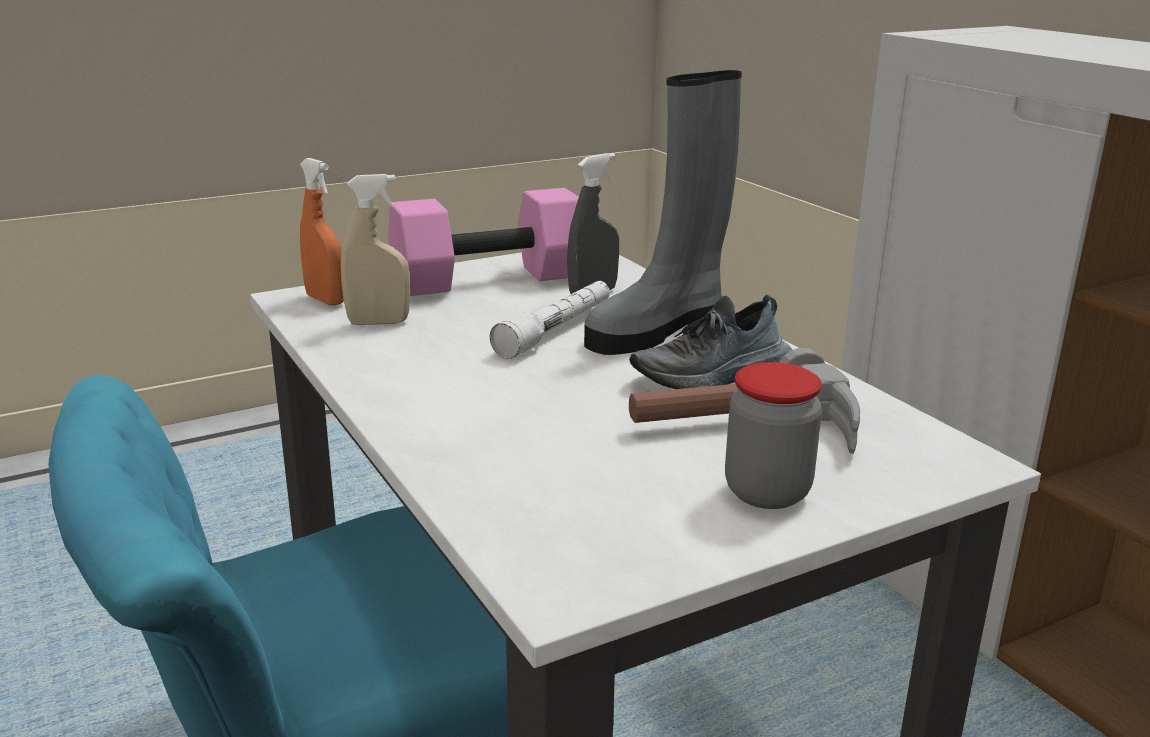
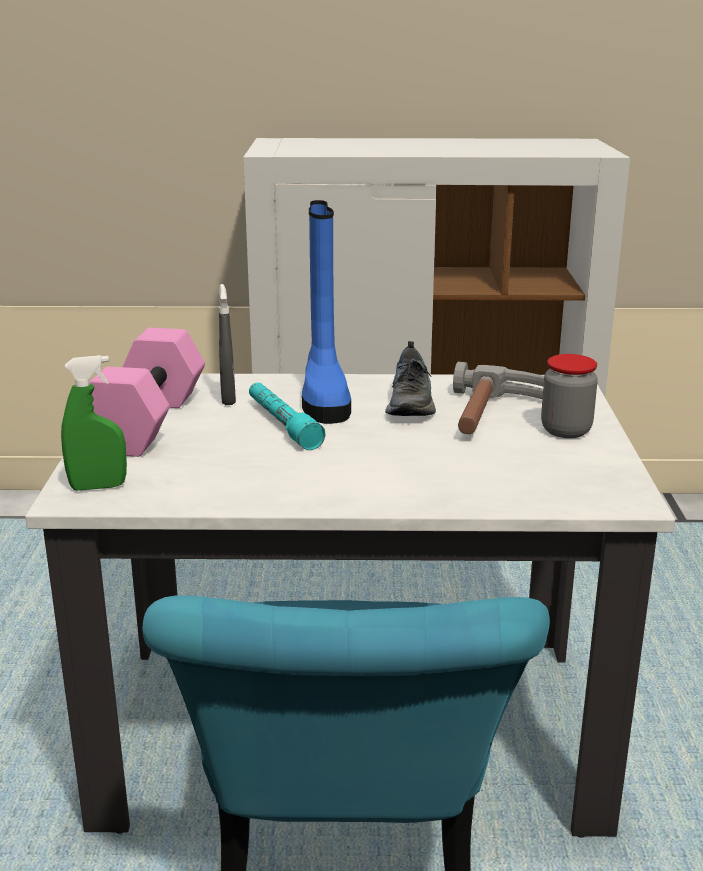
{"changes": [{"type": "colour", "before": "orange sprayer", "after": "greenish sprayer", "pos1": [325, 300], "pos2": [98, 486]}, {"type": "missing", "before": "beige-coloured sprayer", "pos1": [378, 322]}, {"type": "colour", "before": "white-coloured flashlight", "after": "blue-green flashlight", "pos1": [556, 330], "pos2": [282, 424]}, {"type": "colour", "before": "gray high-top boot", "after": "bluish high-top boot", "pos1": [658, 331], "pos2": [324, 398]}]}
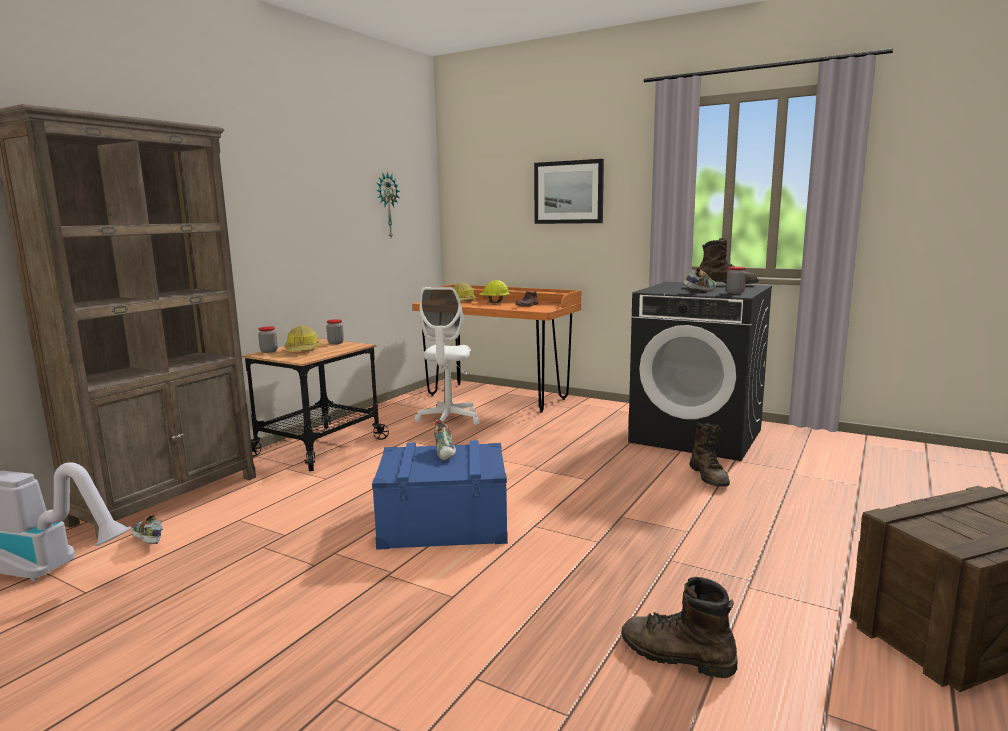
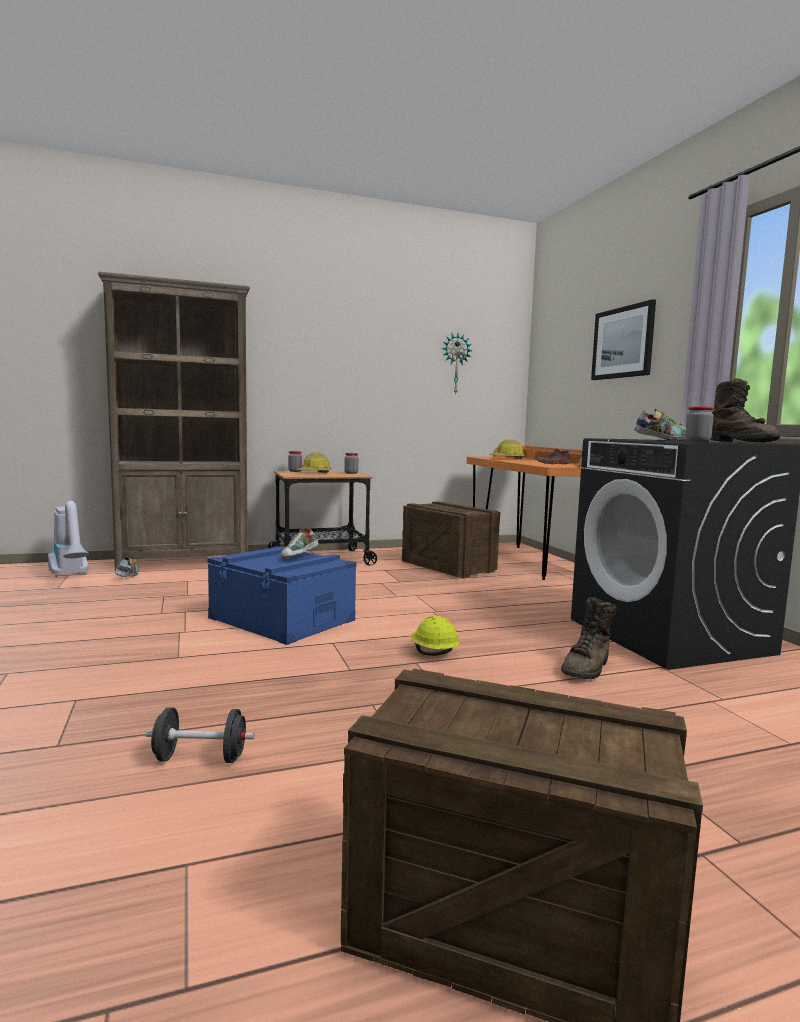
{"changes": [{"type": "exchanged", "before": "white-coloured office chair", "after": "shipping crate", "pos1": [449, 420], "pos2": [448, 566]}, {"type": "relocated", "before": "yellow work helmet", "pos1": [494, 302], "pos2": [434, 653]}, {"type": "exchanged", "before": "brown-coloured high-top boot", "after": "black free weight", "pos1": [676, 656], "pos2": [200, 758]}]}
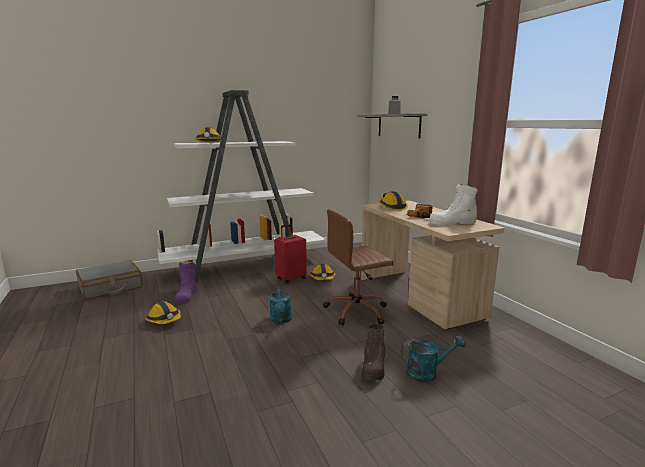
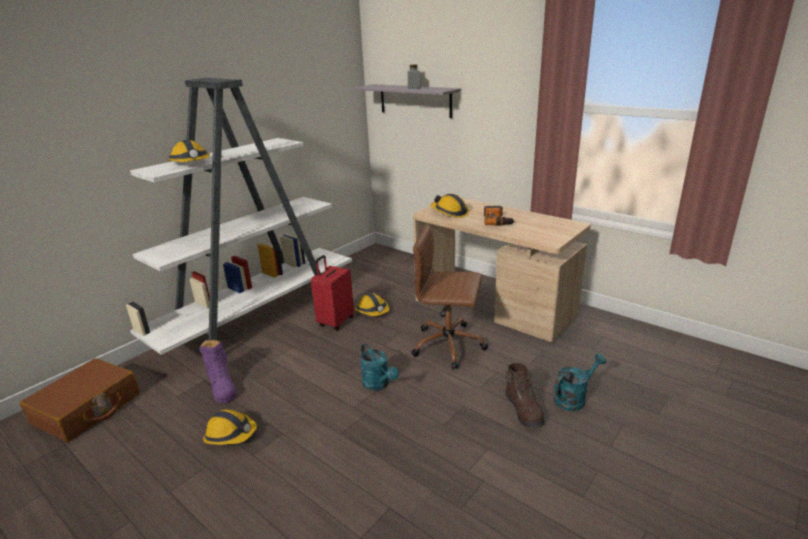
{"changes": [{"type": "colour", "before": "gray travel case", "after": "brown-coloured travel case", "pos1": [110, 287], "pos2": [87, 409]}, {"type": "spun", "before": "brown-coloured office chair", "pos1": [357, 311], "pos2": [449, 345], "turn": 60}, {"type": "missing", "before": "white-coloured high-top boot", "pos1": [453, 222]}]}
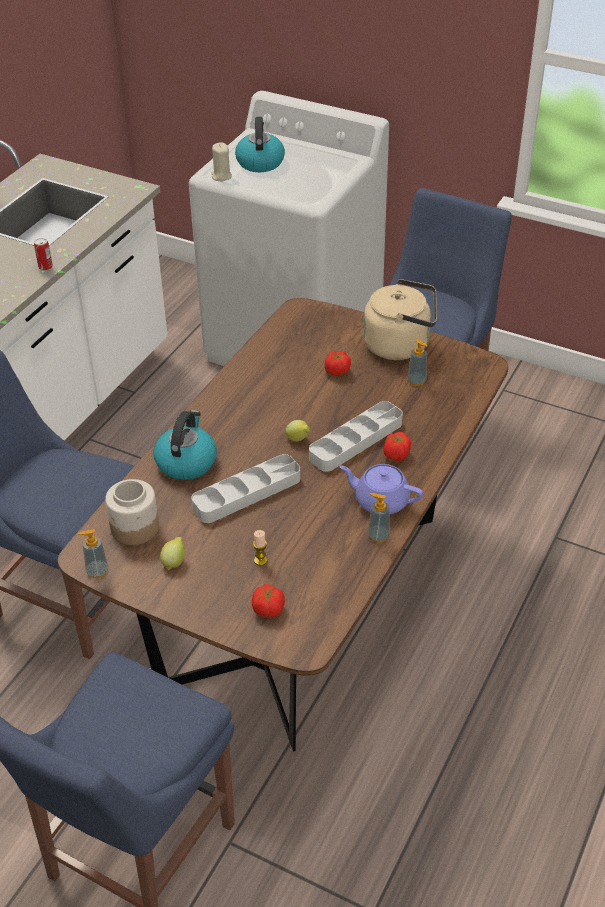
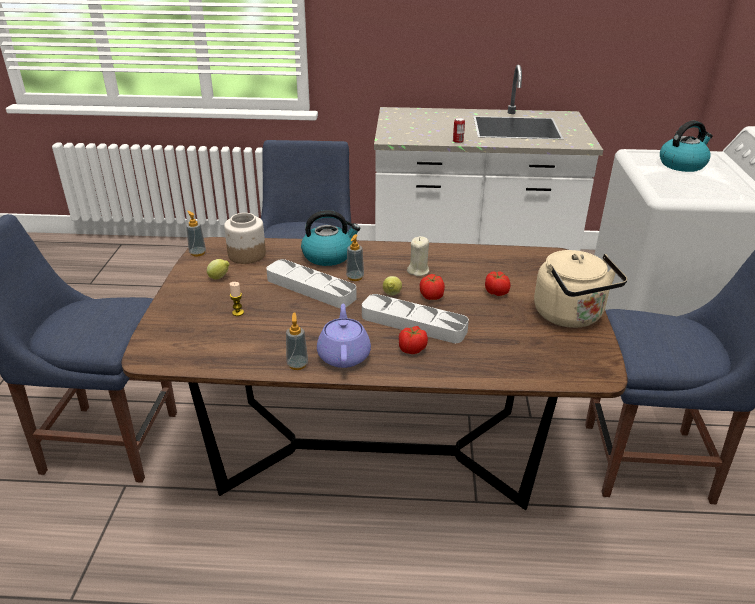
{"changes": [{"type": "relocated", "before": "beige-coloured candle", "pos1": [221, 176], "pos2": [418, 271]}, {"type": "relocated", "before": "tomato", "pos1": [269, 610], "pos2": [431, 296]}, {"type": "relocated", "before": "liquid soap bottle", "pos1": [416, 381], "pos2": [355, 277]}]}
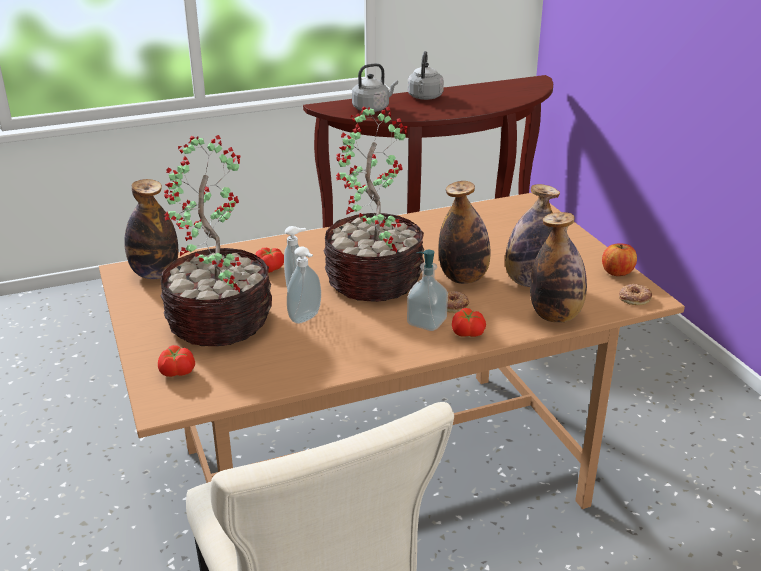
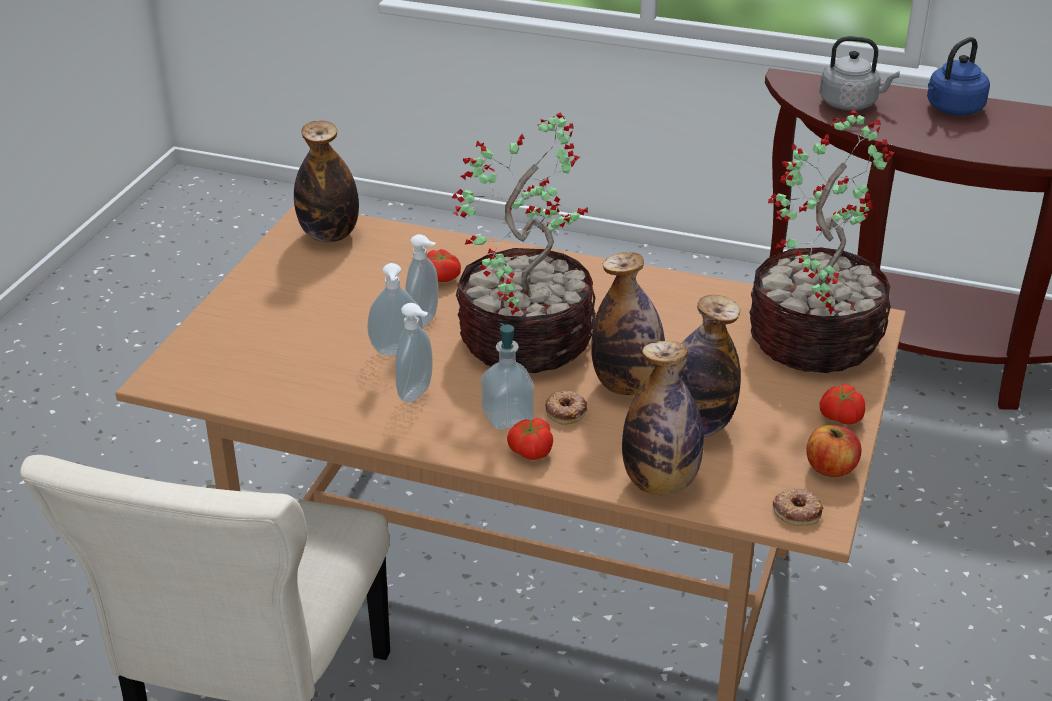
{"changes": [{"type": "relocated", "before": "tomato", "pos1": [176, 372], "pos2": [840, 417]}, {"type": "relocated", "before": "houseplant", "pos1": [219, 319], "pos2": [815, 338]}, {"type": "colour", "before": "gray tea kettle", "after": "bluish tea kettle", "pos1": [424, 97], "pos2": [952, 109]}, {"type": "appeared", "after": "liquid soap bottle", "pos2": [417, 394]}]}
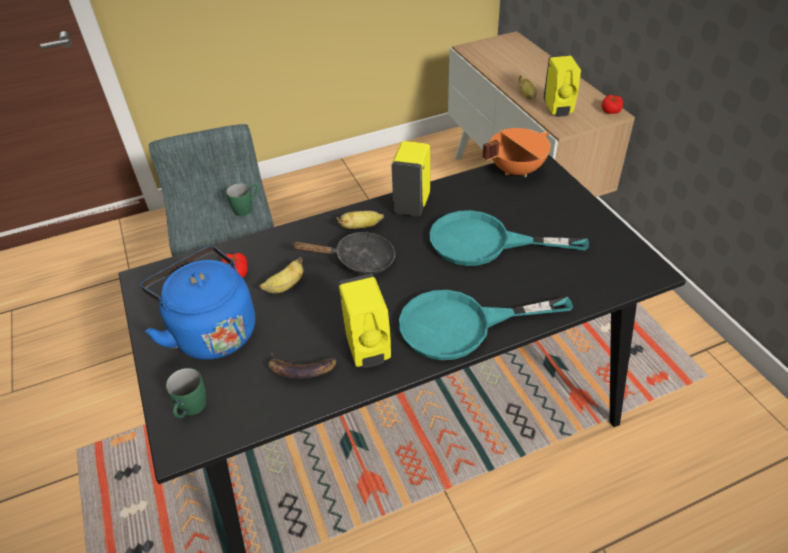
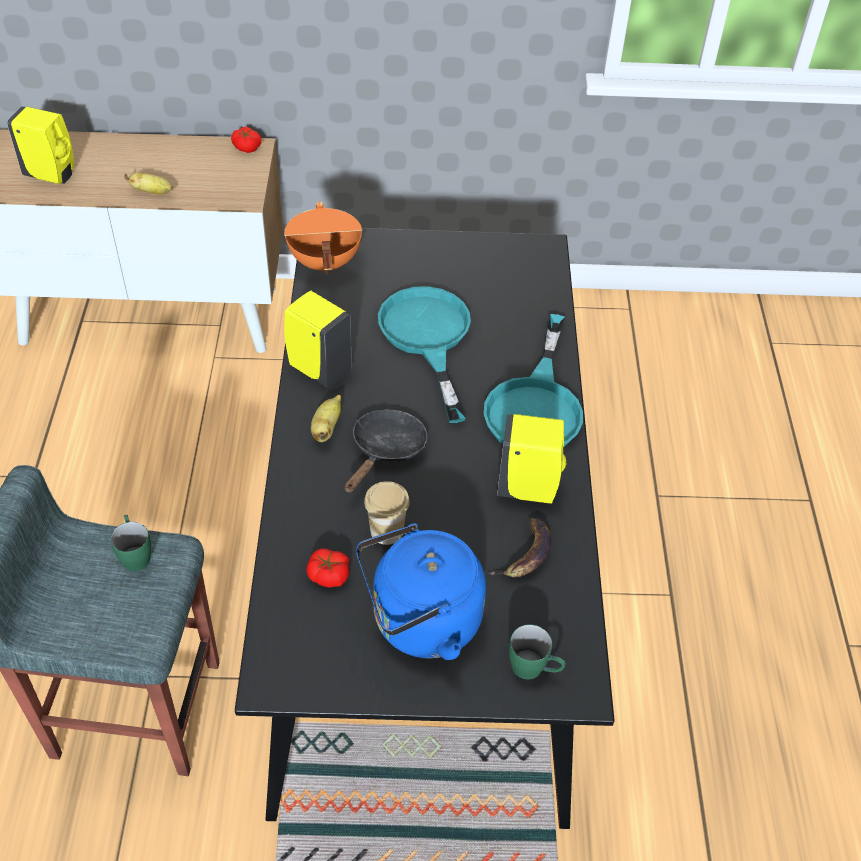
{"changes": [{"type": "exchanged", "before": "banana", "after": "cup", "pos1": [285, 286], "pos2": [386, 531]}, {"type": "spun", "before": "blue-green pan", "pos1": [484, 243], "pos2": [427, 338], "turn": 135}, {"type": "relocated", "before": "yellow liquid soap bottle", "pos1": [558, 109], "pos2": [52, 175]}]}
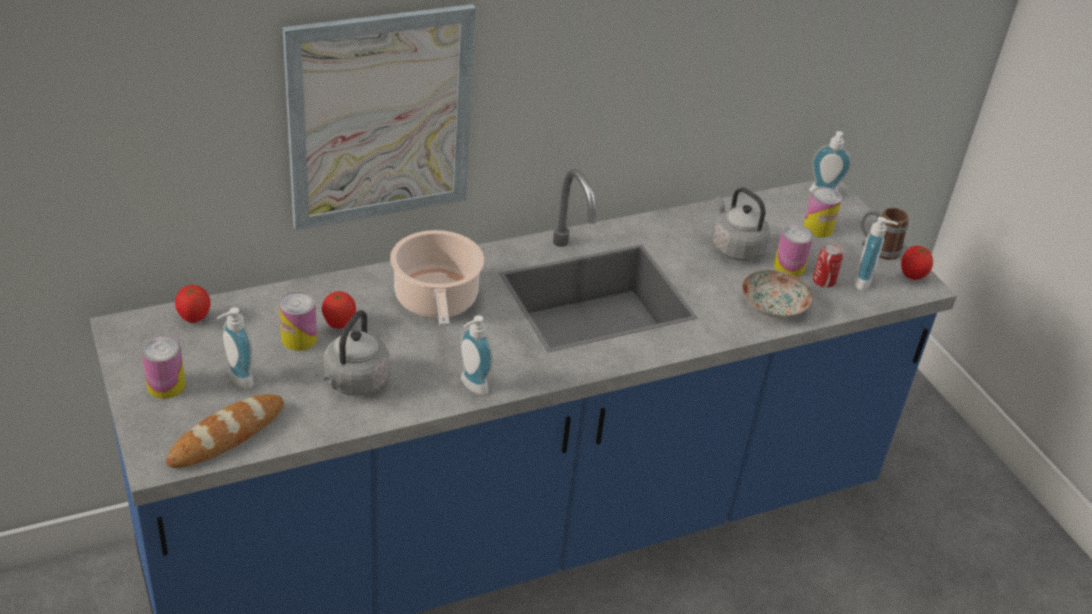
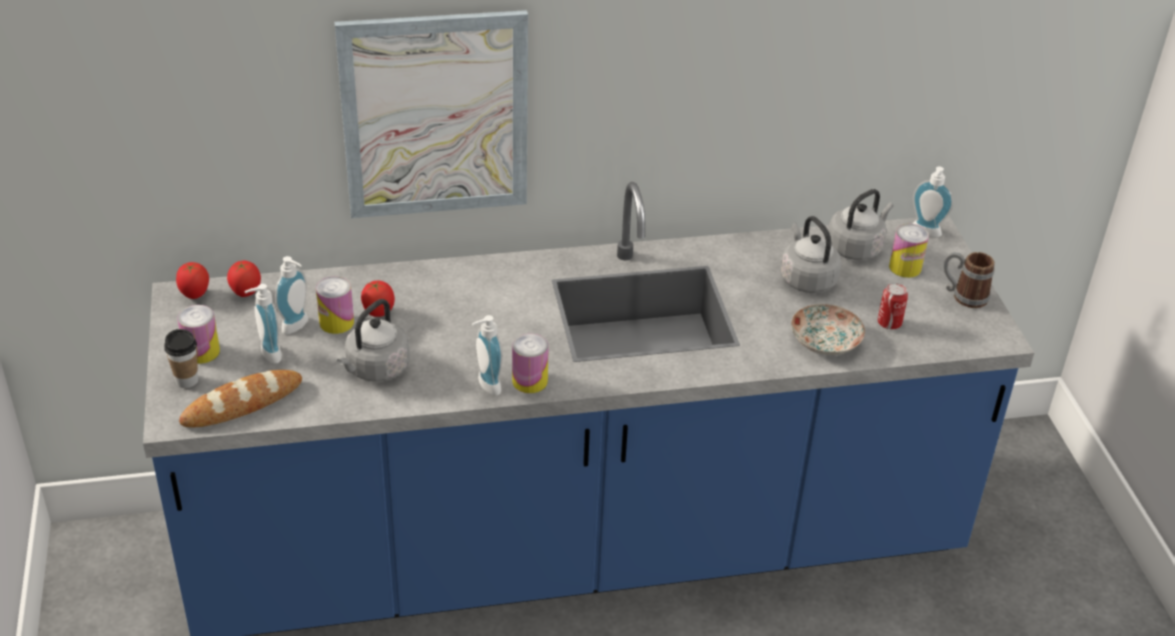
{"changes": [{"type": "missing", "before": "saucepot", "pos1": [436, 301]}, {"type": "relocated", "before": "sealed can", "pos1": [789, 267], "pos2": [530, 381]}, {"type": "relocated", "before": "liquid soap bottle", "pos1": [866, 282], "pos2": [298, 326]}, {"type": "relocated", "before": "tomato", "pos1": [912, 276], "pos2": [194, 295]}, {"type": "appeared", "after": "cup", "pos2": [187, 380]}, {"type": "appeared", "after": "gray tea kettle", "pos2": [856, 247]}]}
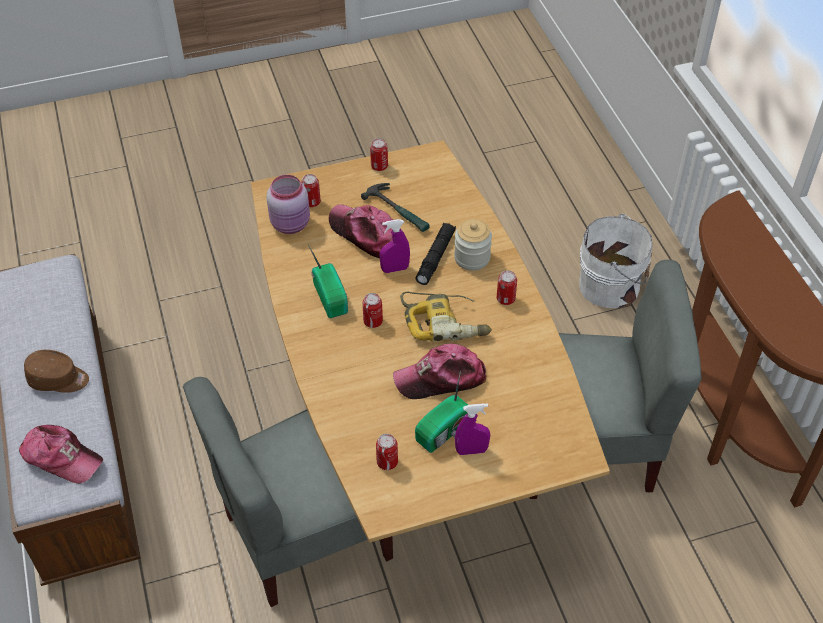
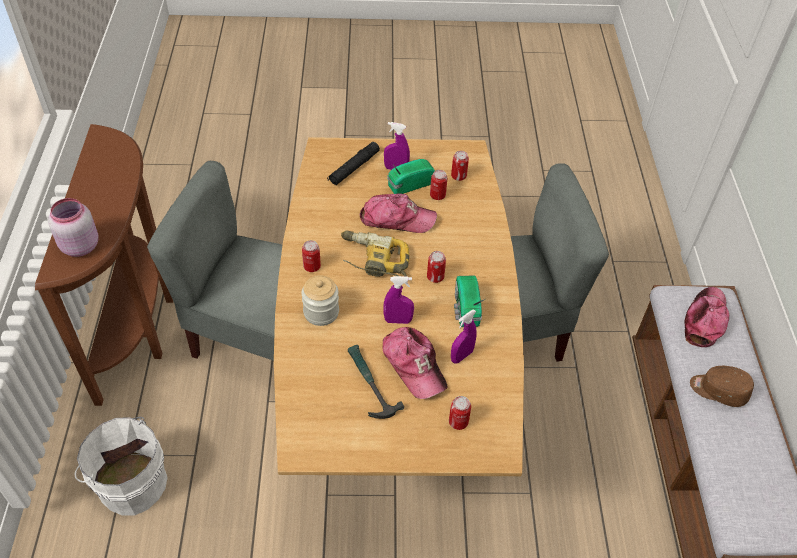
{"changes": [{"type": "spun", "before": "peaked cap", "pos1": [61, 458], "pos2": [704, 320], "turn": 75}, {"type": "relocated", "before": "pink jar", "pos1": [291, 224], "pos2": [79, 246]}, {"type": "relocated", "before": "sealed can", "pos1": [379, 166], "pos2": [437, 195]}, {"type": "relocated", "before": "black flashlight", "pos1": [435, 257], "pos2": [354, 168]}, {"type": "appeared", "after": "purple-coloured sprayer", "pos2": [461, 356]}]}
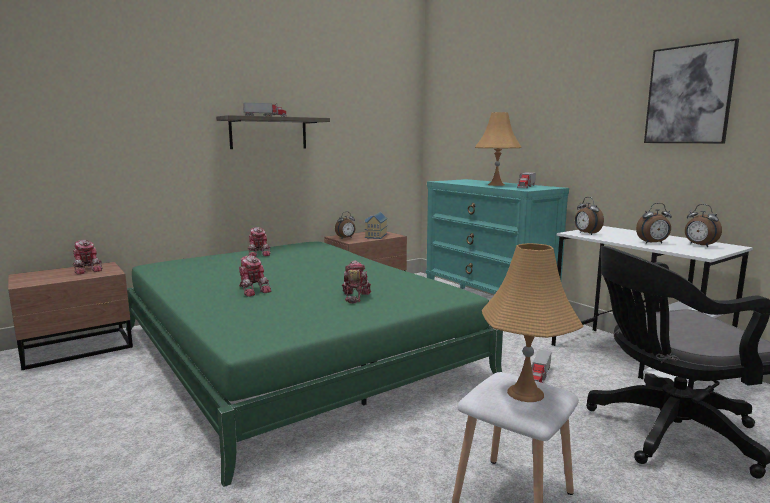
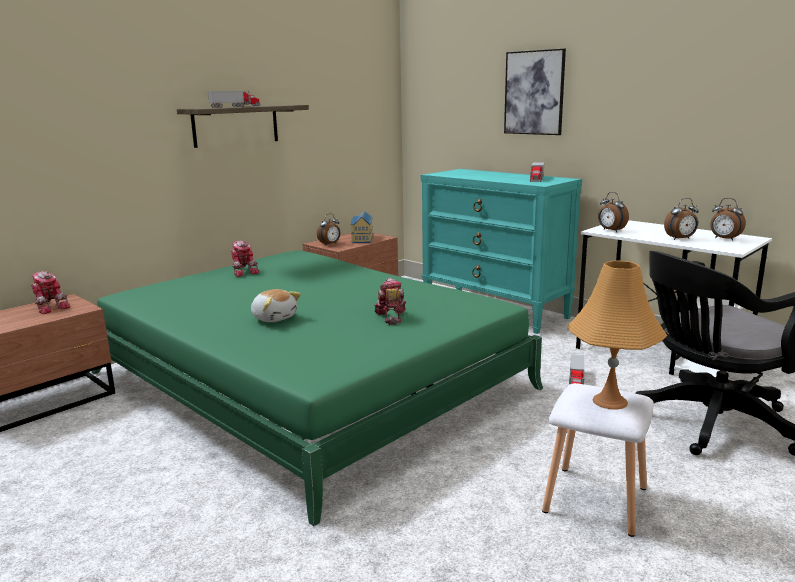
{"changes": [{"type": "exchanged", "before": "toy robot", "after": "soft toy", "pos1": [253, 290], "pos2": [274, 318]}, {"type": "missing", "before": "orange table lamp", "pos1": [496, 185]}, {"type": "relocated", "before": "wall picture", "pos1": [689, 95], "pos2": [534, 93]}]}
